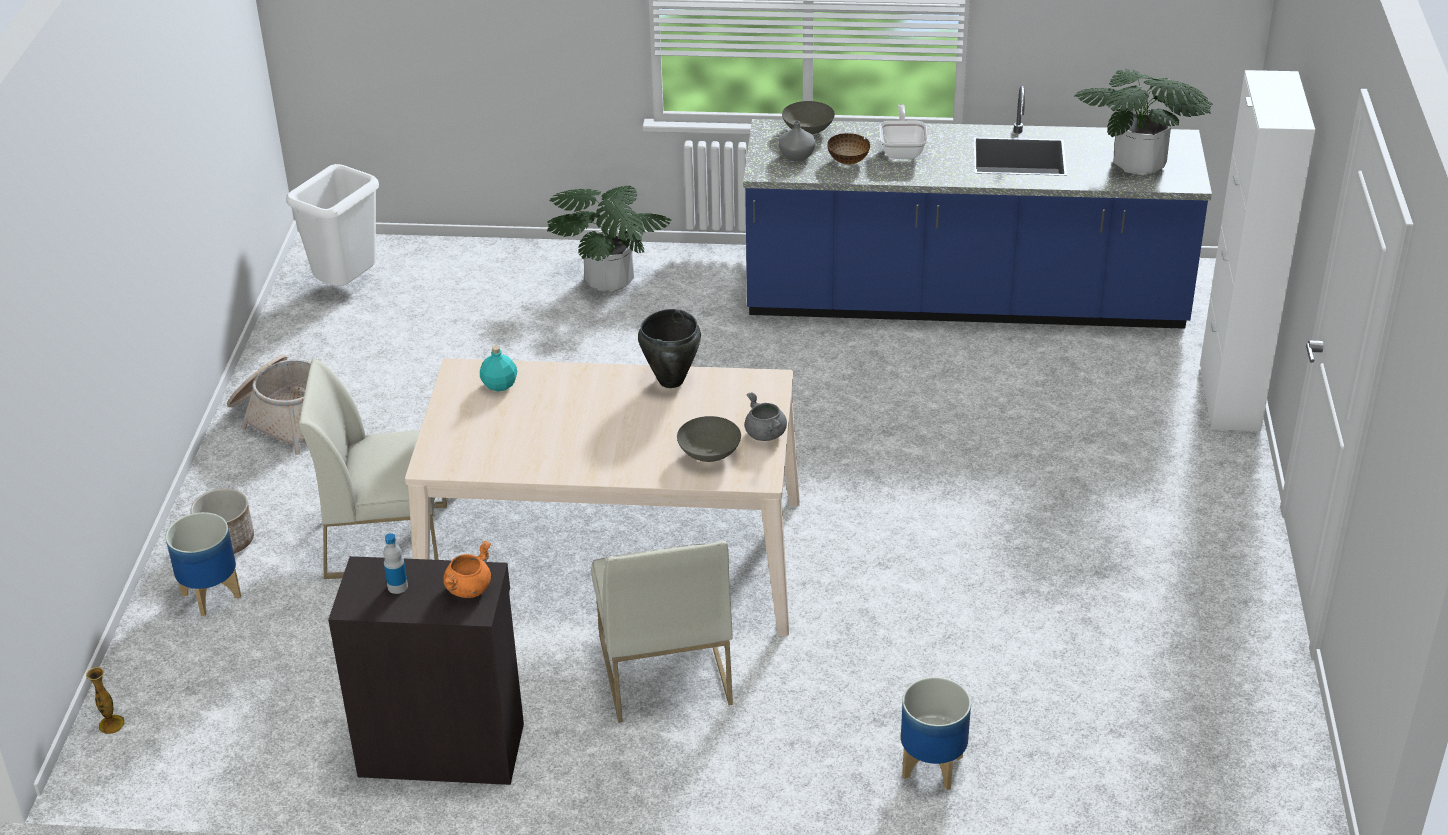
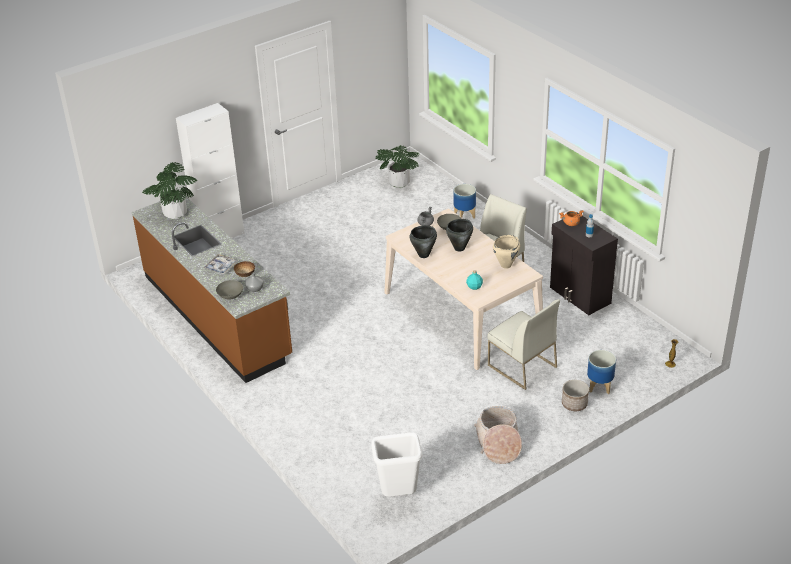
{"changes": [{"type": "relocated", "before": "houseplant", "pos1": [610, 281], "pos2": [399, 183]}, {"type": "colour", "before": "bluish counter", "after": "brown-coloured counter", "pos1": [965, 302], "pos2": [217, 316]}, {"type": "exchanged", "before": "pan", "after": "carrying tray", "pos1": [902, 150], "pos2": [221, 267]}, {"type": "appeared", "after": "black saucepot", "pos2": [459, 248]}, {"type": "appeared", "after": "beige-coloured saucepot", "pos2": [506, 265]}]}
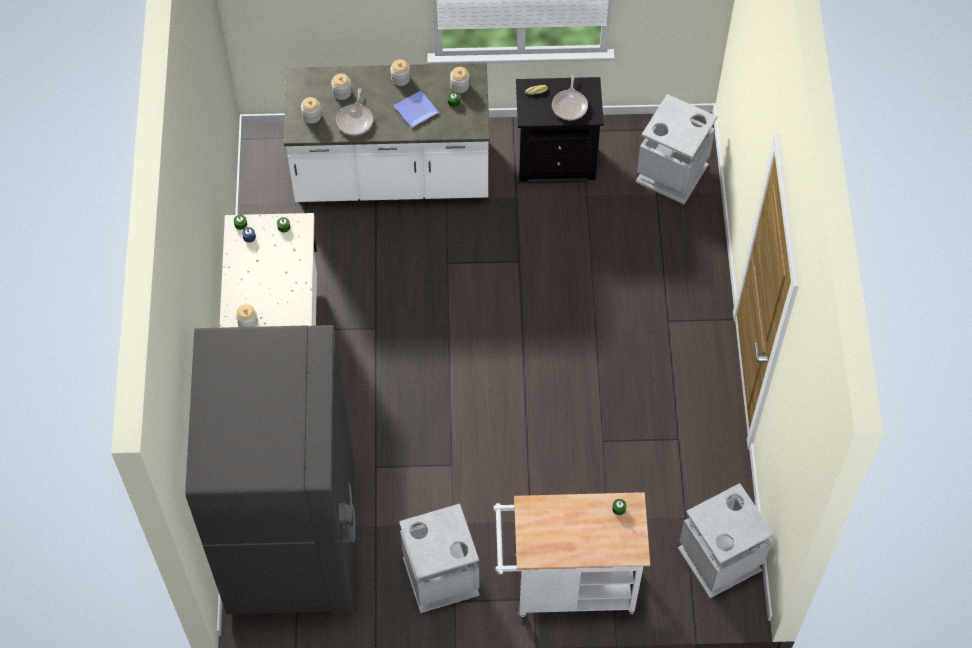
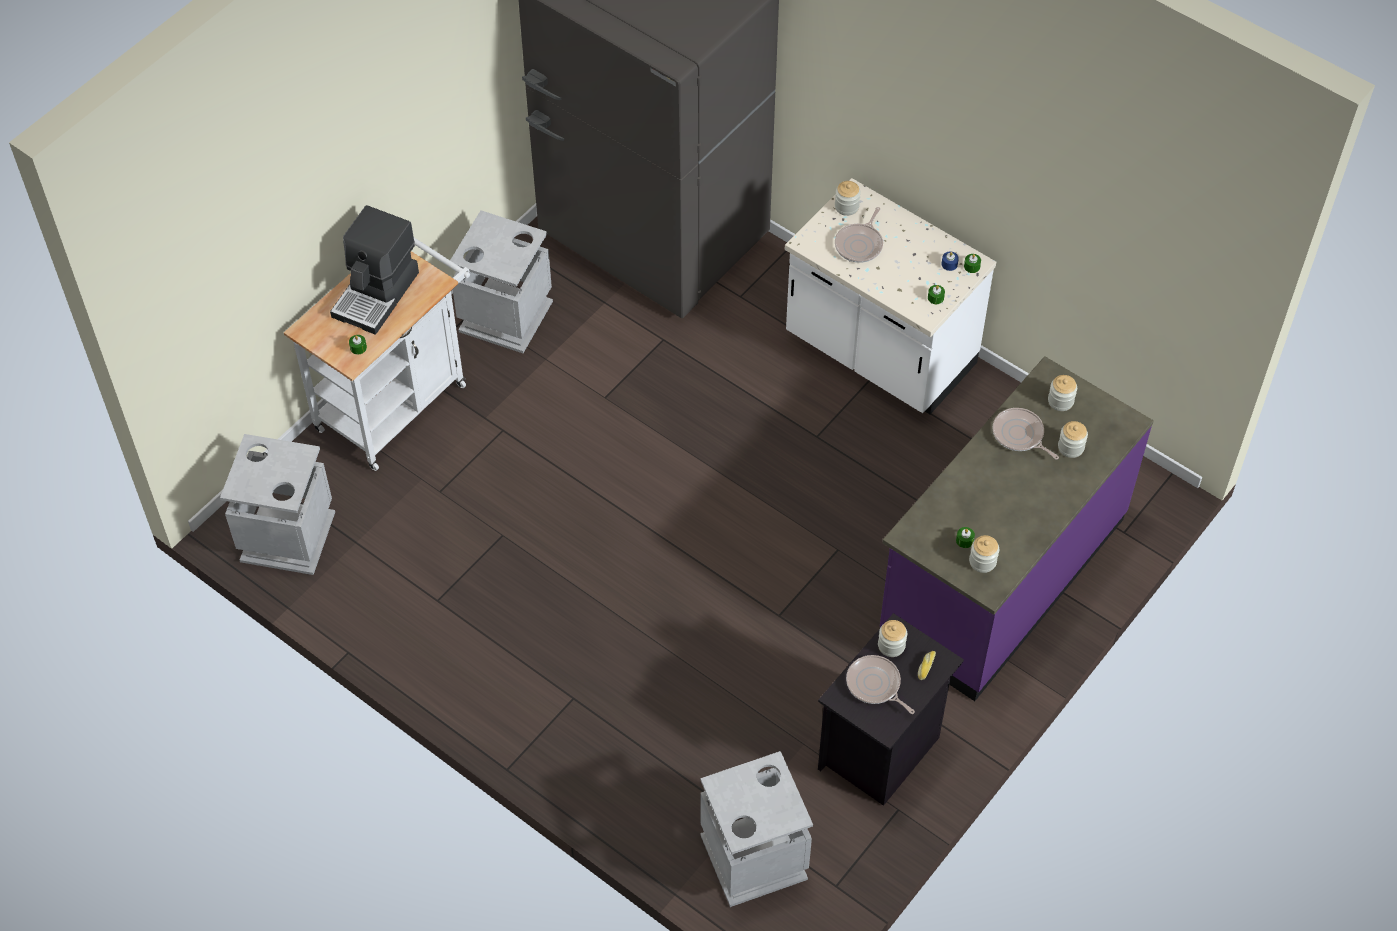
{"changes": [{"type": "colour", "before": "white-coloured counter", "after": "purple-coloured counter", "pos1": [392, 176], "pos2": [1000, 576]}, {"type": "relocated", "before": "jar", "pos1": [400, 78], "pos2": [891, 645]}, {"type": "missing", "before": "dinner plate", "pos1": [414, 110]}, {"type": "appeared", "after": "coffee machine", "pos2": [377, 294]}, {"type": "appeared", "after": "pan", "pos2": [860, 244]}]}
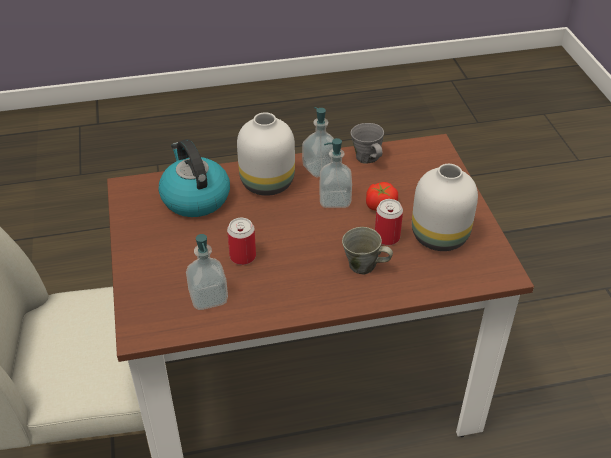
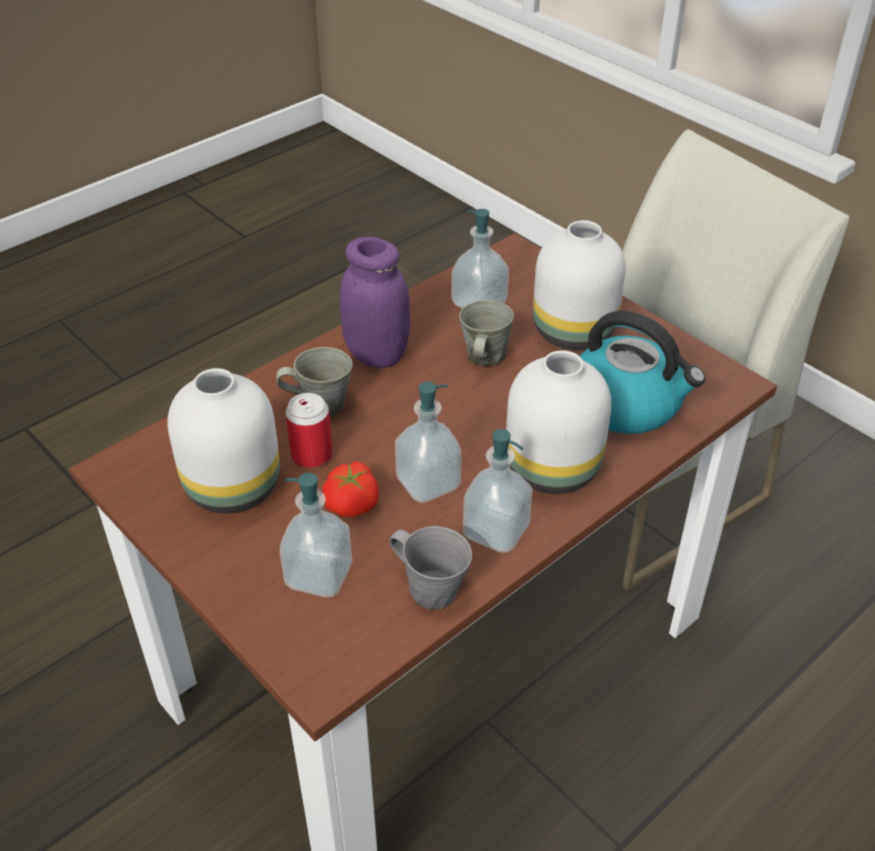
{"changes": [{"type": "exchanged", "before": "sealed can", "after": "gray tea mug", "pos1": [242, 256], "pos2": [484, 357]}, {"type": "appeared", "after": "liquid soap bottle", "pos2": [319, 575]}, {"type": "appeared", "after": "purple-coloured jar", "pos2": [376, 355]}, {"type": "appeared", "after": "white-coloured vase", "pos2": [575, 333]}]}
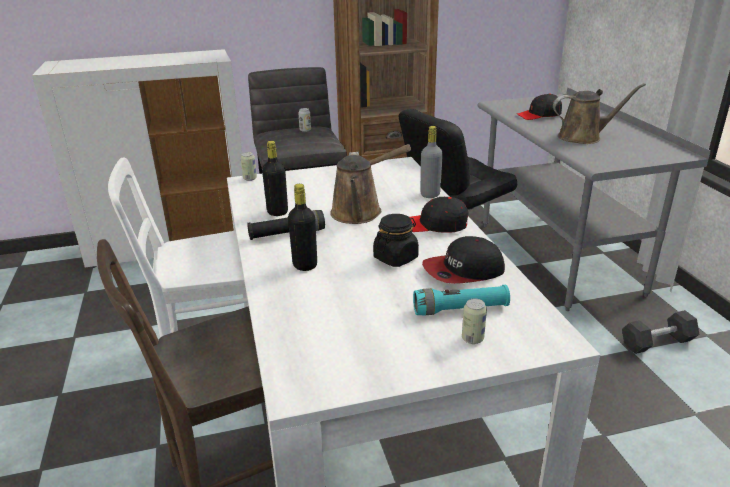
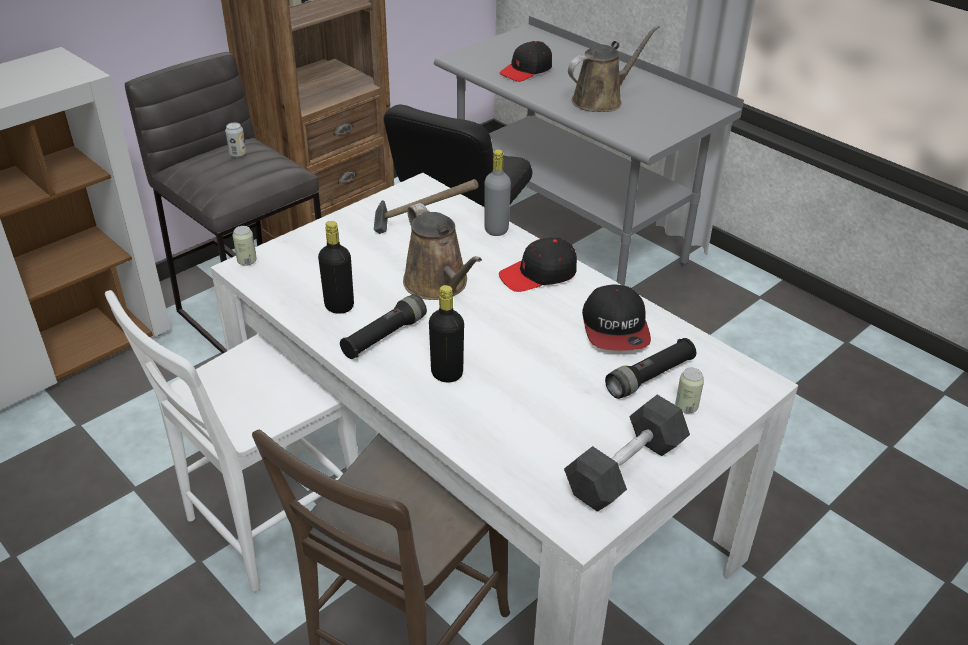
{"changes": [{"type": "missing", "before": "black jar", "pos1": [396, 258]}, {"type": "colour", "before": "blue-green flashlight", "after": "black flashlight", "pos1": [460, 309], "pos2": [650, 377]}, {"type": "spun", "before": "peaked cap", "pos1": [463, 271], "pos2": [616, 328], "turn": -45}, {"type": "relocated", "before": "black free weight", "pos1": [657, 342], "pos2": [625, 469]}]}
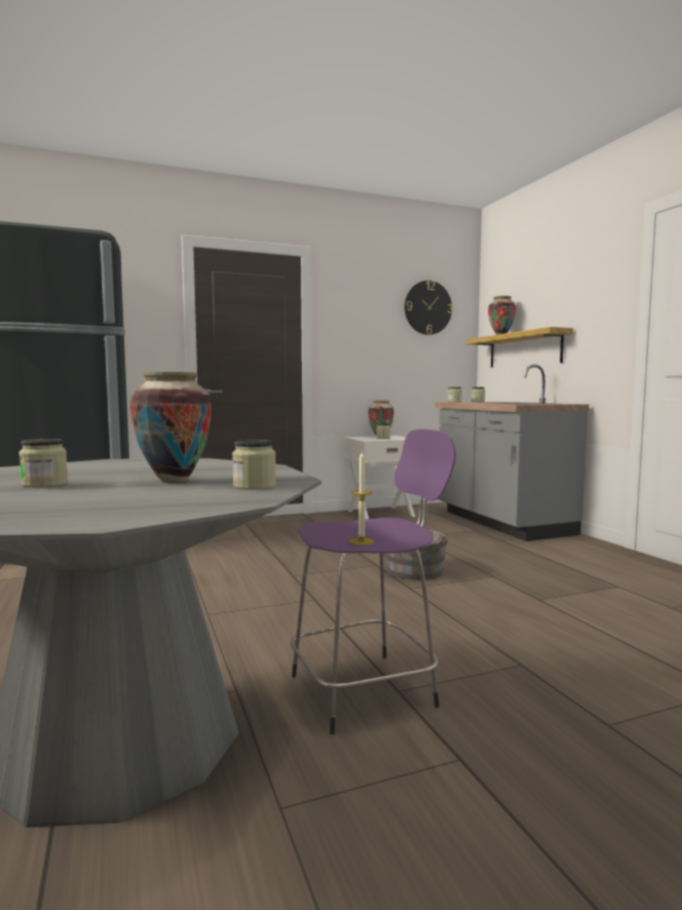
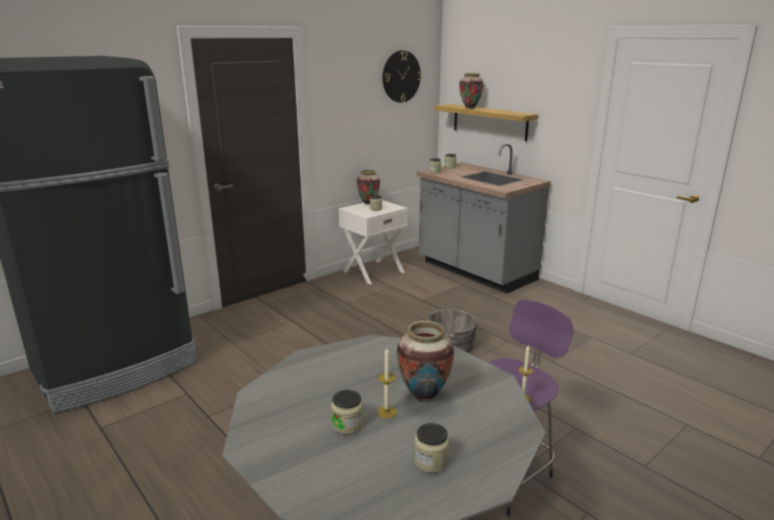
{"changes": [{"type": "relocated", "before": "jar", "pos1": [254, 486], "pos2": [431, 461]}, {"type": "appeared", "after": "candle", "pos2": [386, 412]}]}
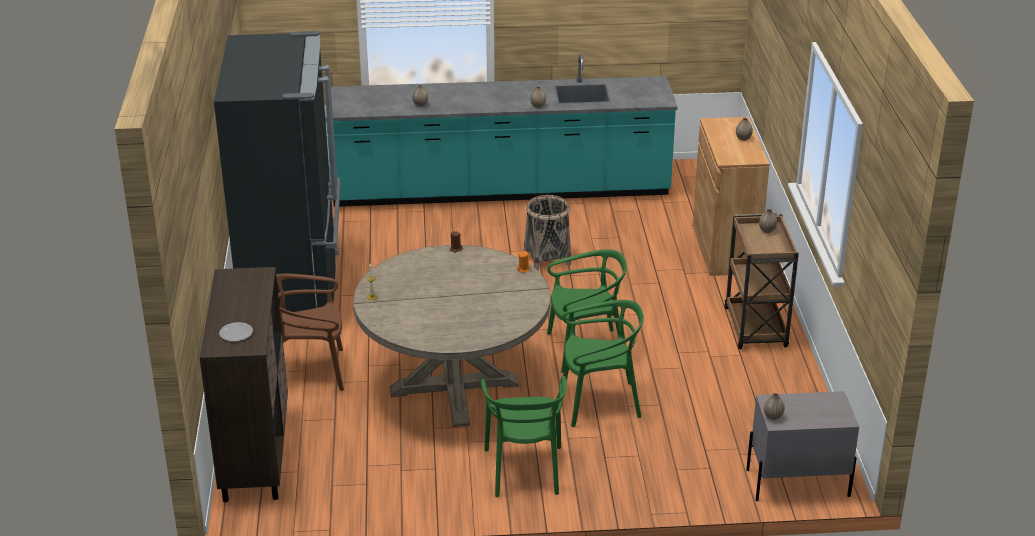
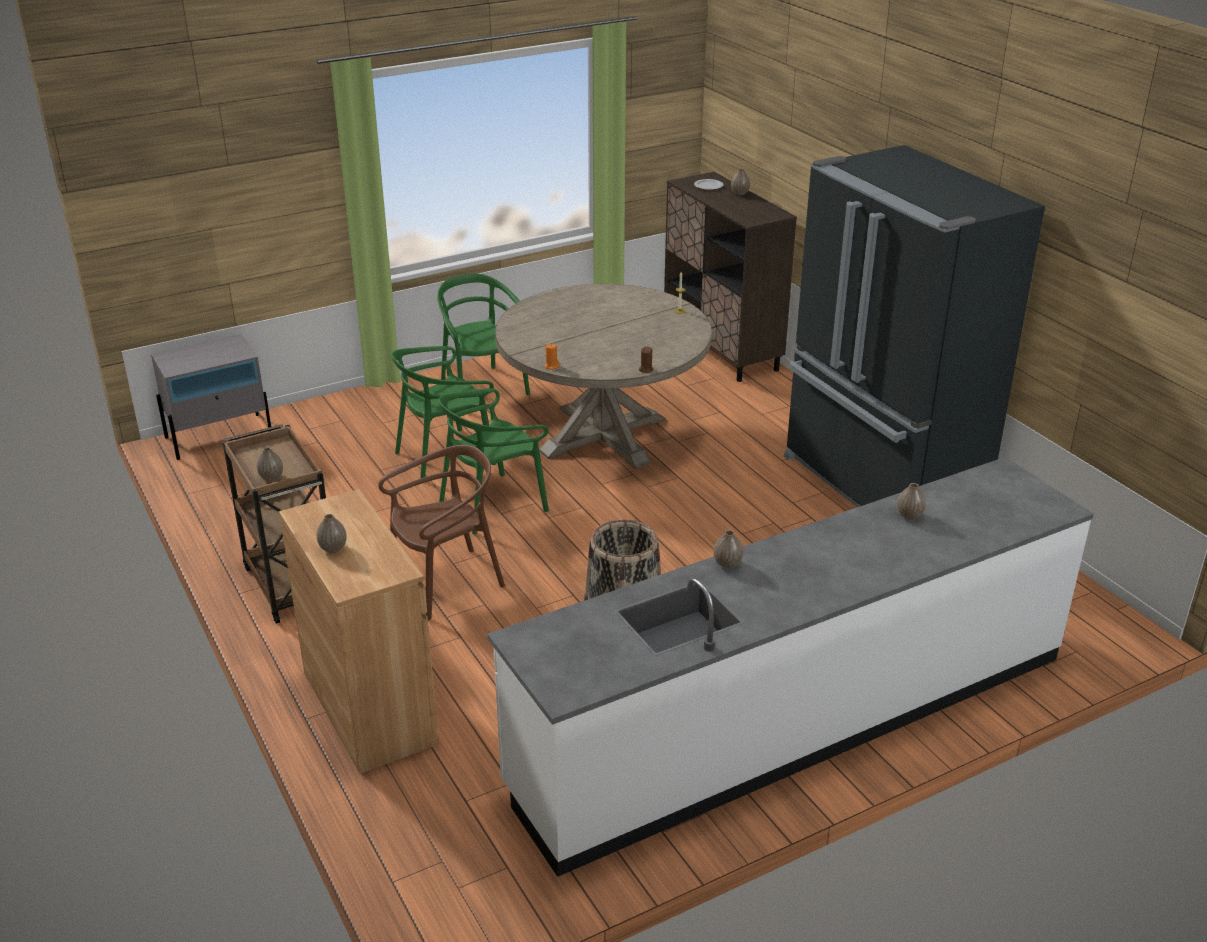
{"changes": [{"type": "relocated", "before": "brown-coloured chair", "pos1": [310, 371], "pos2": [446, 582]}, {"type": "colour", "before": "blue-green counter", "after": "white-coloured counter", "pos1": [500, 191], "pos2": [794, 721]}, {"type": "relocated", "before": "vase", "pos1": [773, 417], "pos2": [740, 193]}]}
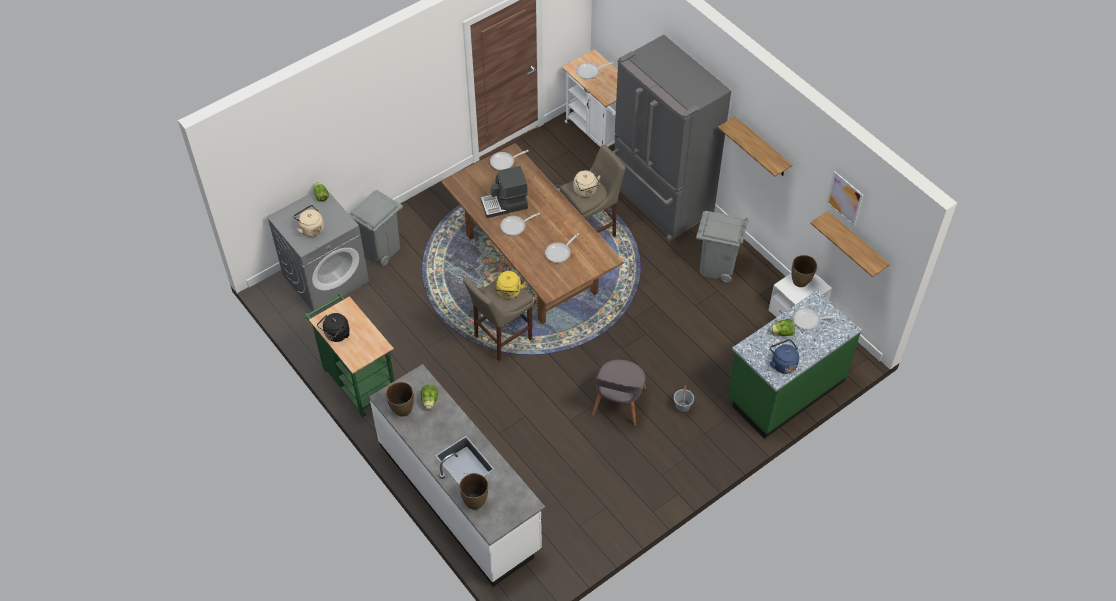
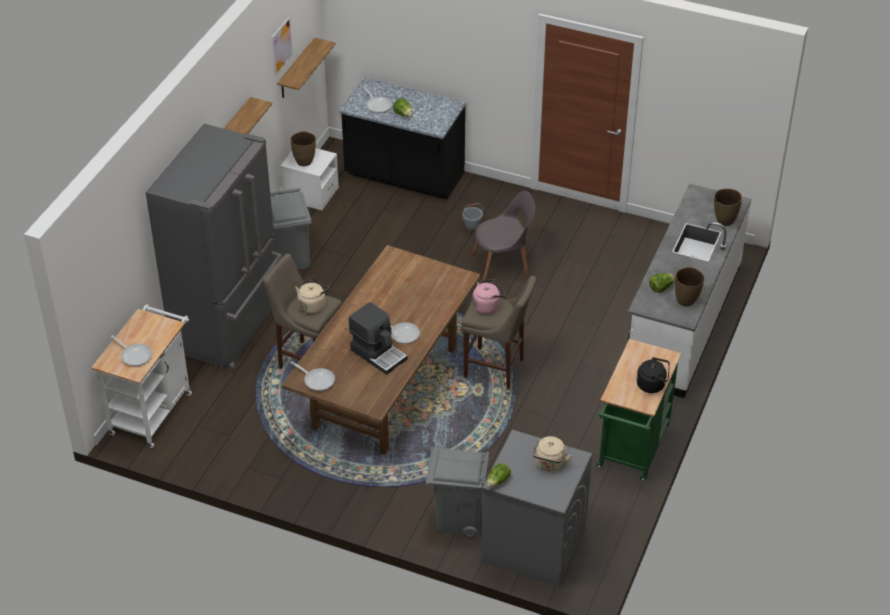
{"changes": [{"type": "colour", "before": "yellow tea kettle", "after": "pink tea kettle", "pos1": [509, 293], "pos2": [487, 306]}, {"type": "missing", "before": "pan", "pos1": [559, 252]}, {"type": "colour", "before": "greenish counter", "after": "black counter", "pos1": [784, 389], "pos2": [404, 176]}, {"type": "missing", "before": "bluish tea kettle", "pos1": [782, 363]}]}
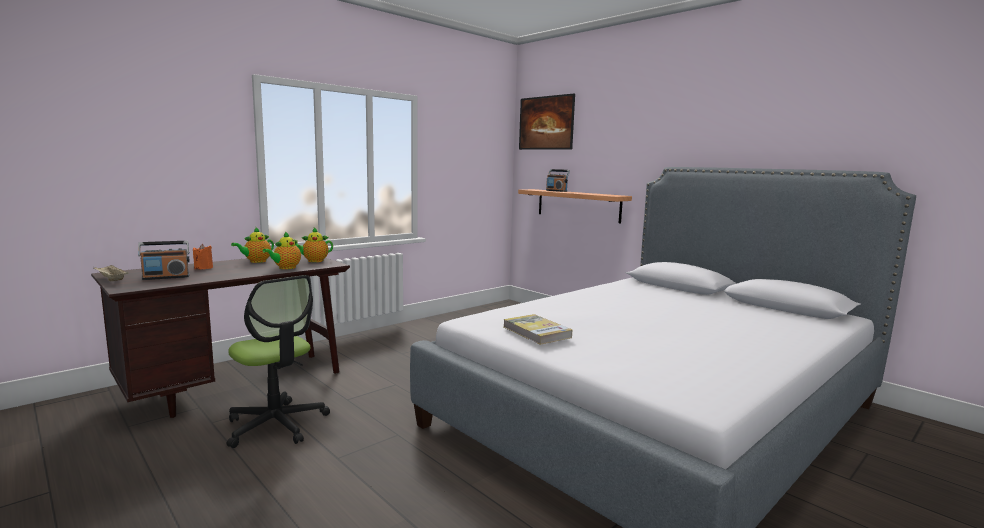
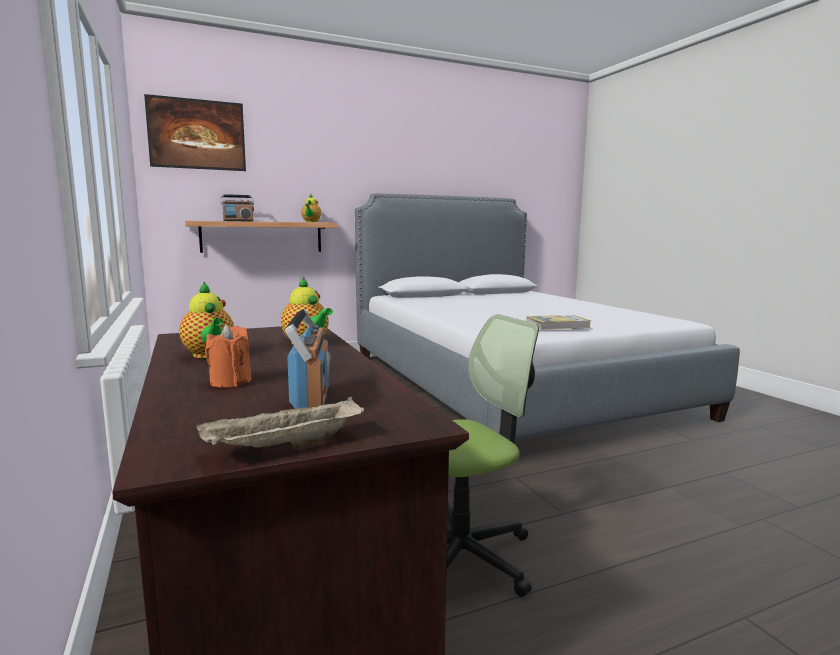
{"changes": [{"type": "relocated", "before": "teapot", "pos1": [313, 261], "pos2": [311, 222]}]}
